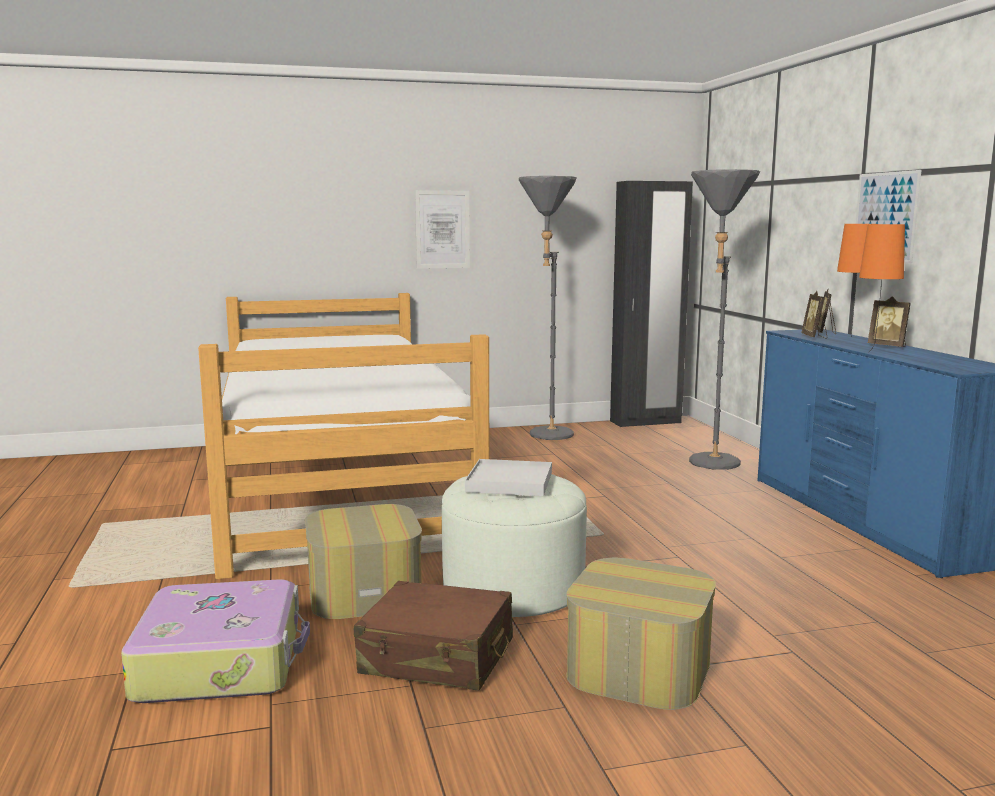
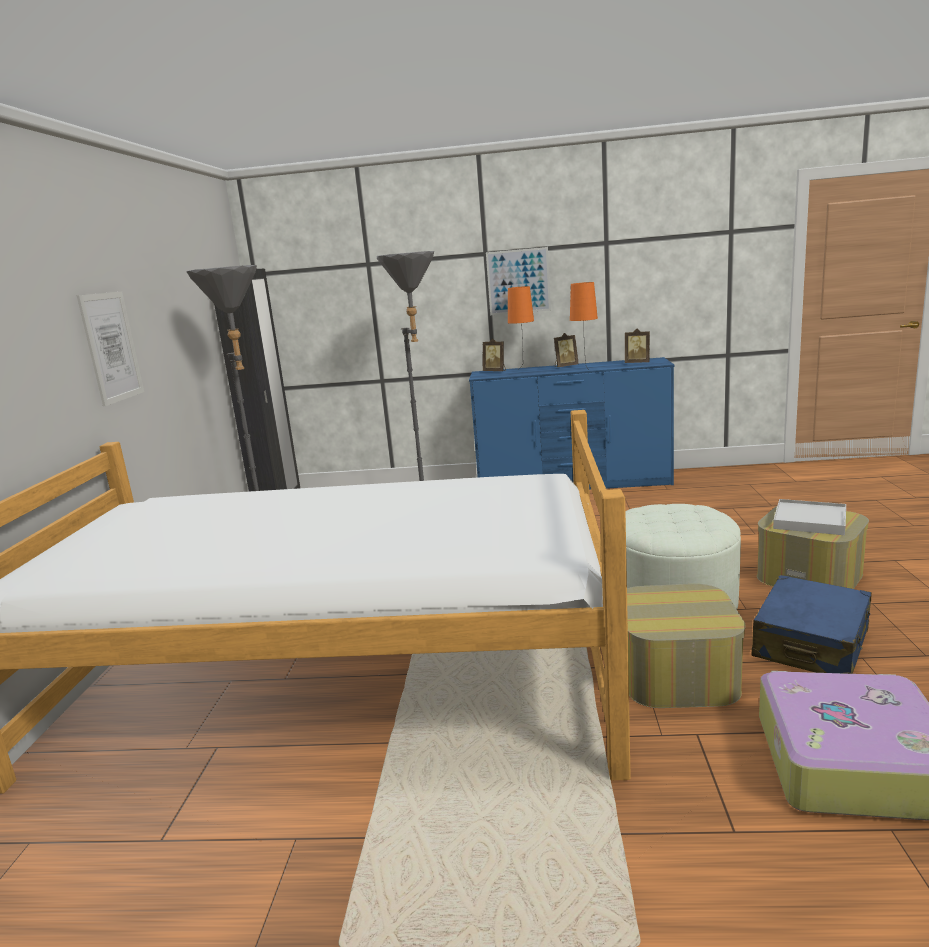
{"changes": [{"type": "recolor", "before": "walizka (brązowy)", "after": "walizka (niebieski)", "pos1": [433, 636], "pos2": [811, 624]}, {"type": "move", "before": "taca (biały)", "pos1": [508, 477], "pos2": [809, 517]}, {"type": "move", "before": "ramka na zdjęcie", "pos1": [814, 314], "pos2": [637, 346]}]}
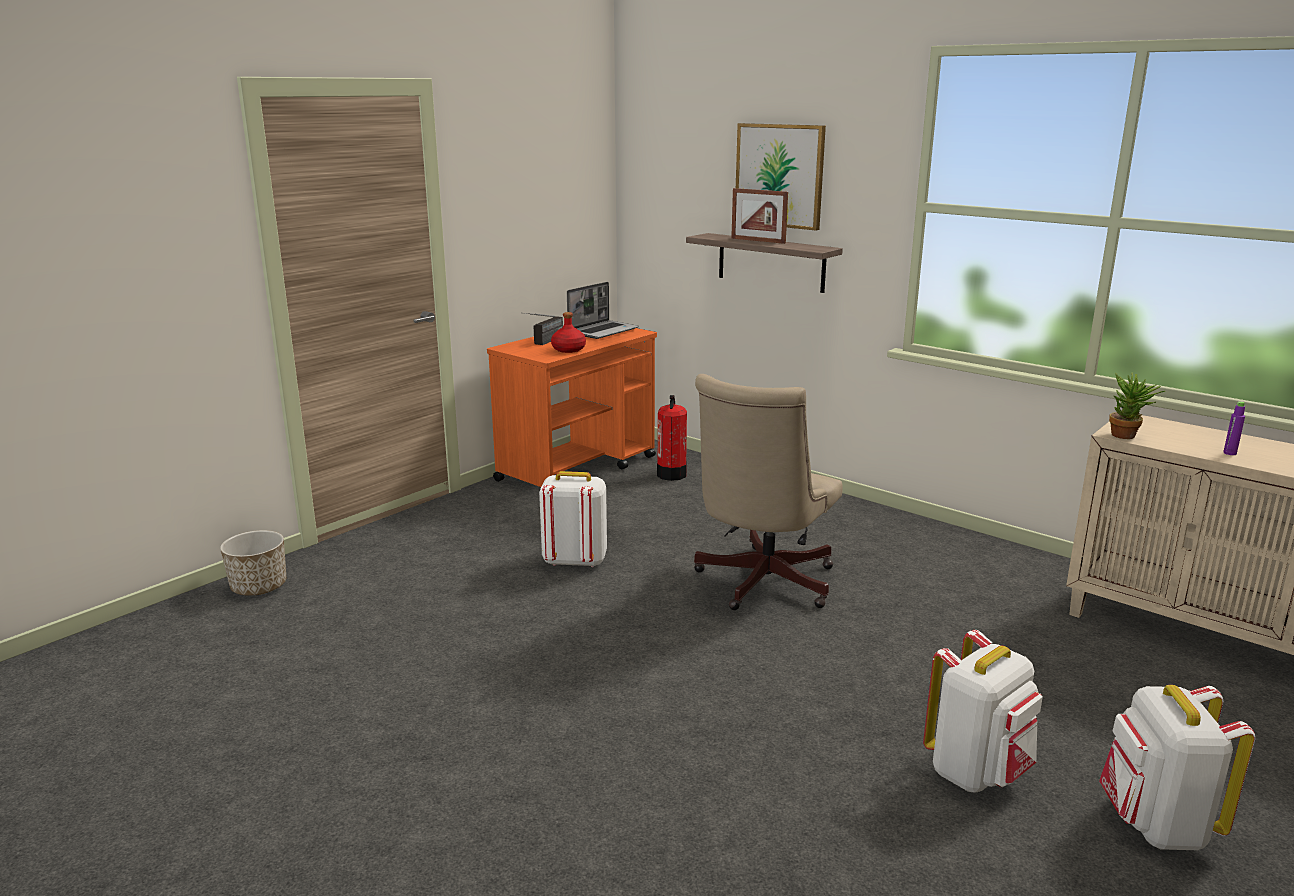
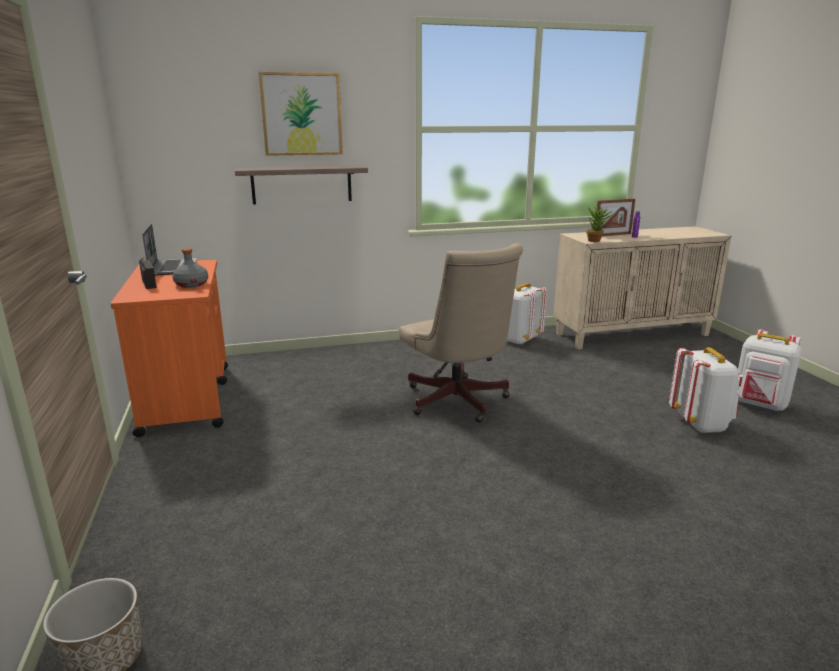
{"changes": [{"type": "move", "before": "plecak (biały)", "pos1": [573, 519], "pos2": [526, 314]}, {"type": "recolor", "before": "butelka (czerwony)", "after": "butelka (szary)", "pos1": [568, 332], "pos2": [190, 268]}, {"type": "delete", "before": "gaśnica", "pos1": [672, 438]}, {"type": "move", "before": "ramka na zdjęcie", "pos1": [759, 216], "pos2": [616, 217]}]}
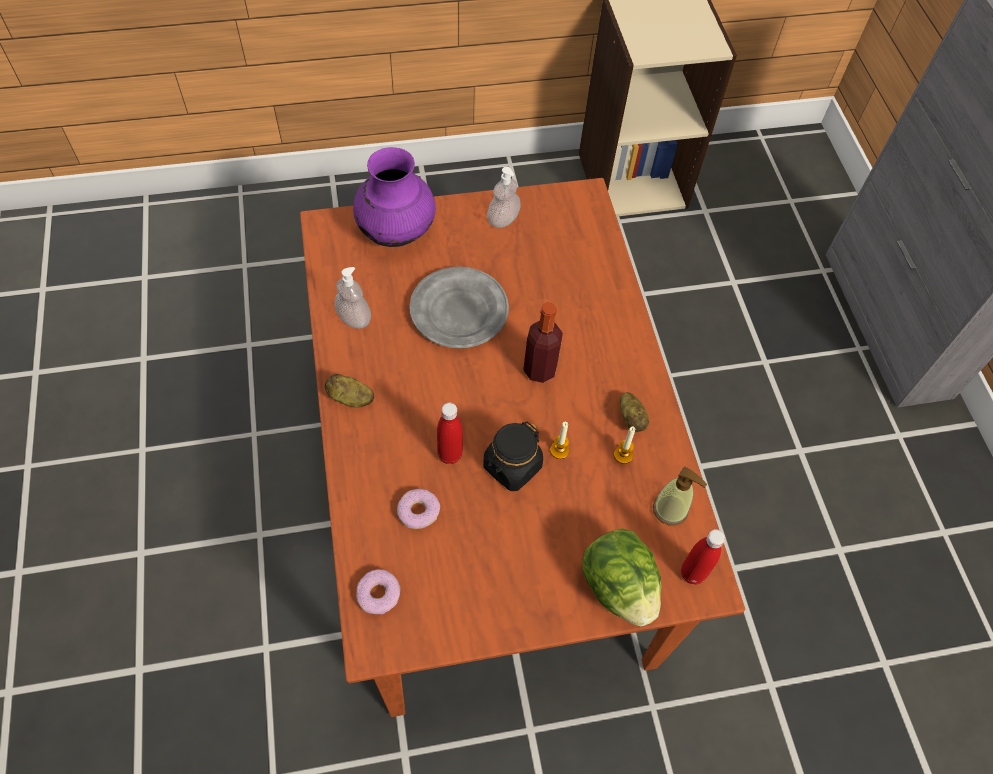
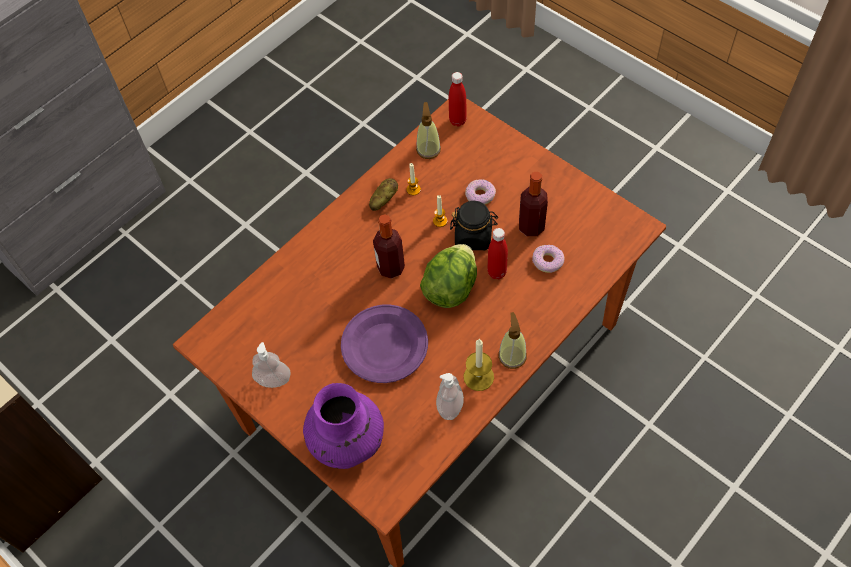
{"changes": [{"type": "replace", "before": "ziemniak", "after": "dozownik mydła", "pos1": [349, 390], "pos2": [512, 340]}, {"type": "move", "before": "donut", "pos1": [378, 591], "pos2": [480, 191]}, {"type": "recolor", "before": "talerz (szary)", "after": "talerz (fioletowy)", "pos1": [459, 307], "pos2": [384, 344]}, {"type": "move", "before": "sałata", "pos1": [621, 577], "pos2": [448, 276]}, {"type": "insert", "after": "świeca", "pos2": [479, 365]}, {"type": "insert", "after": "butelka", "pos2": [533, 204]}]}
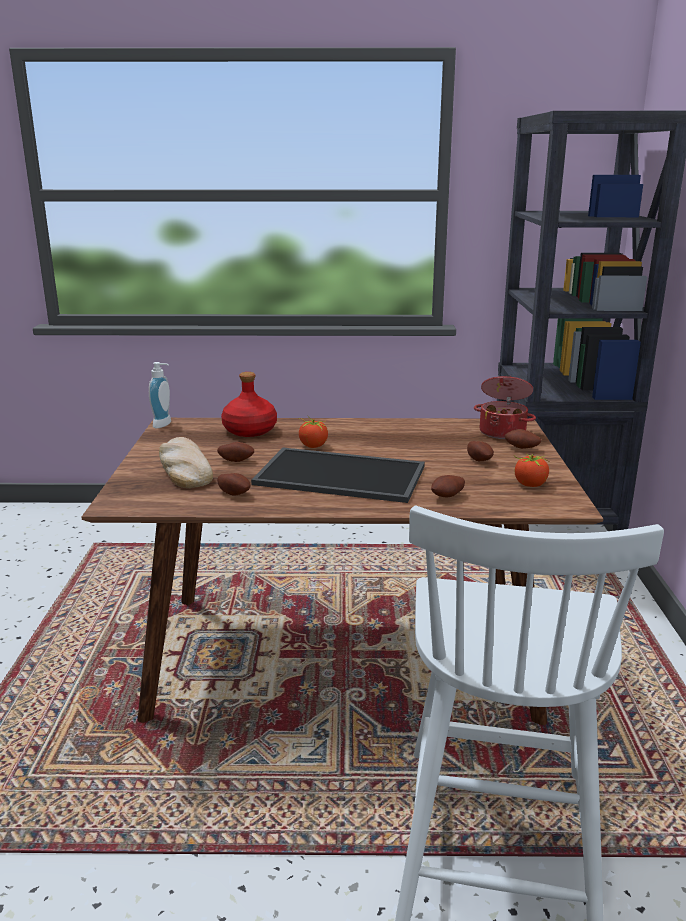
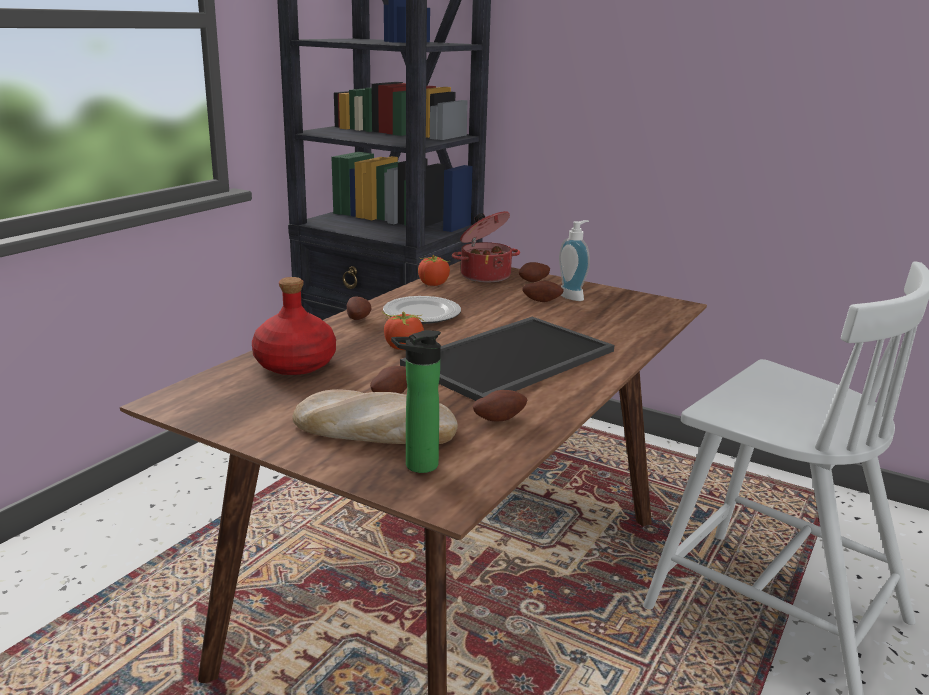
{"changes": [{"type": "move", "before": "dozownik mydła", "pos1": [160, 395], "pos2": [574, 260]}, {"type": "move", "before": "ziemniak", "pos1": [448, 486], "pos2": [359, 308]}, {"type": "move", "before": "pomidor", "pos1": [532, 470], "pos2": [434, 270]}, {"type": "insert", "after": "talerz", "pos2": [422, 310]}, {"type": "insert", "after": "butelka", "pos2": [416, 401]}]}
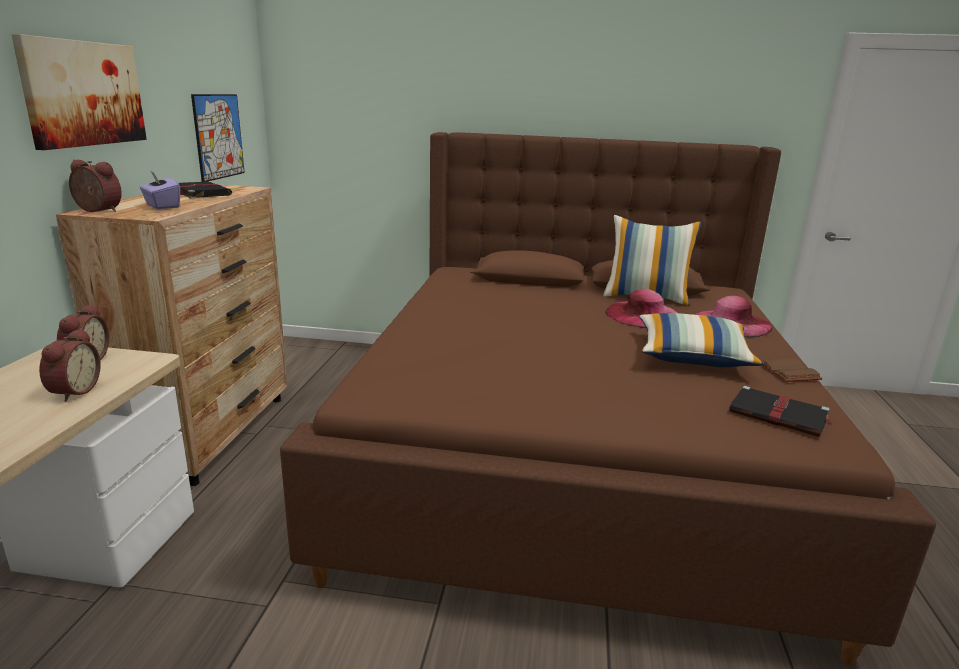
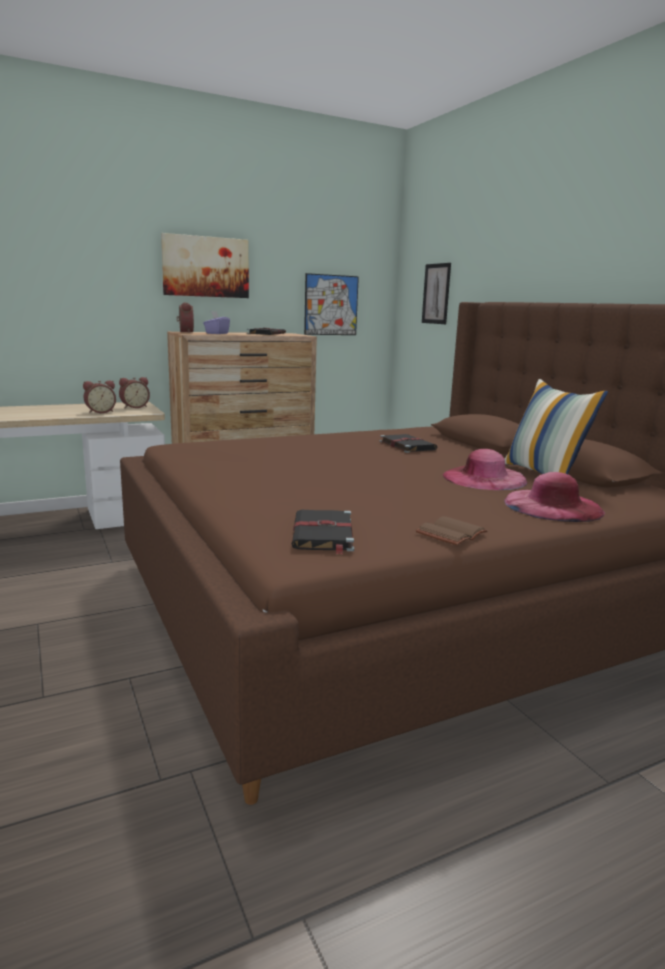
{"changes": [{"type": "delete", "before": "poduszka", "pos1": [701, 340]}, {"type": "insert", "after": "książka (czarny)", "pos2": [408, 443]}, {"type": "insert", "after": "obraz", "pos2": [436, 293]}]}
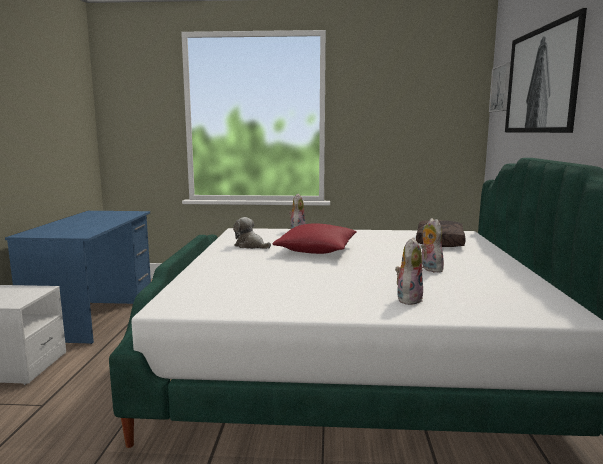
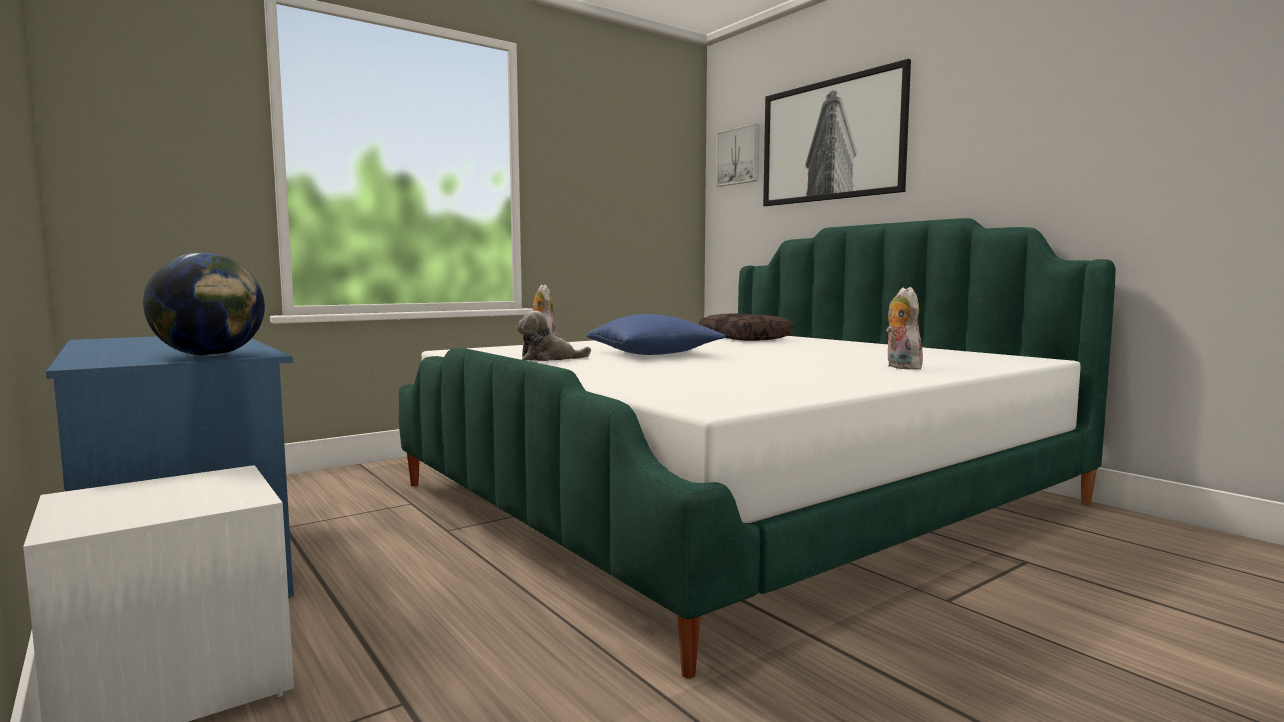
{"changes": [{"type": "recolor", "before": "poduszka (czerwony)", "after": "poduszka (niebieski)", "pos1": [315, 238], "pos2": [656, 334]}, {"type": "delete", "before": "pluszak", "pos1": [432, 245]}, {"type": "insert", "after": "globus", "pos2": [204, 304]}]}
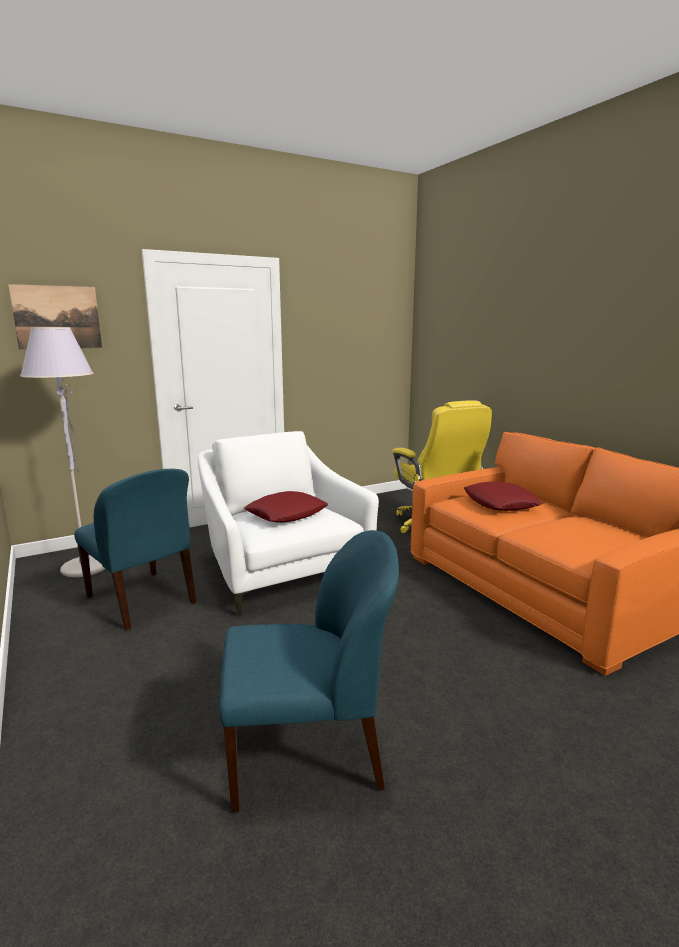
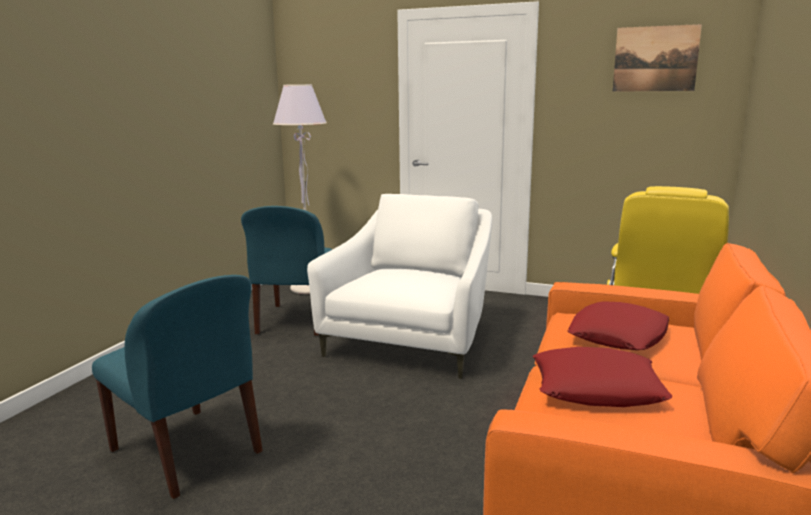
{"changes": [{"type": "move", "before": "obraz", "pos1": [55, 317], "pos2": [657, 58]}, {"type": "move", "before": "poduszka (czerwony)", "pos1": [286, 507], "pos2": [602, 377]}]}
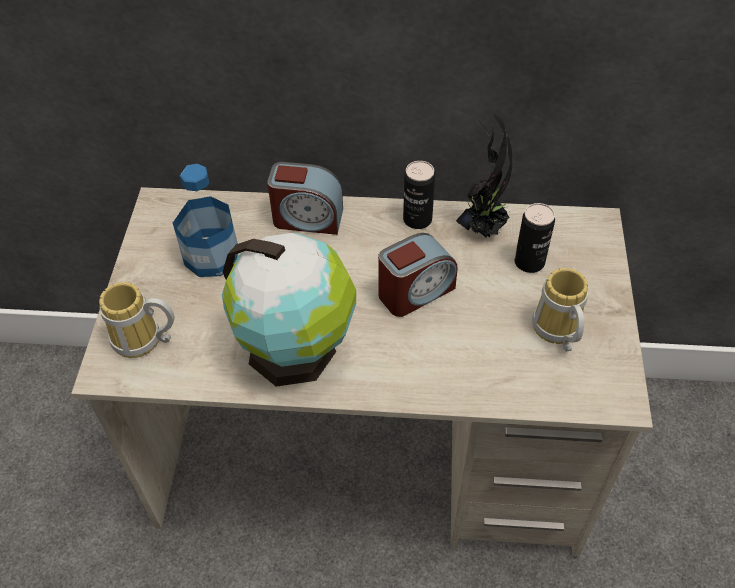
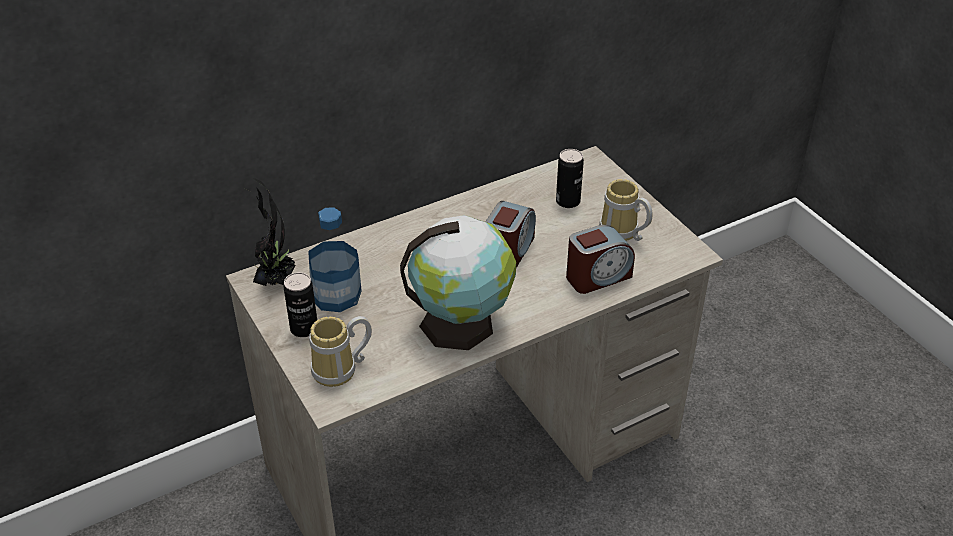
{"changes": [{"type": "move", "before": "budzik", "pos1": [305, 198], "pos2": [600, 259]}, {"type": "move", "before": "puszka", "pos1": [419, 195], "pos2": [300, 304]}, {"type": "move", "before": "roślina doniczkowa", "pos1": [484, 175], "pos2": [270, 232]}]}
